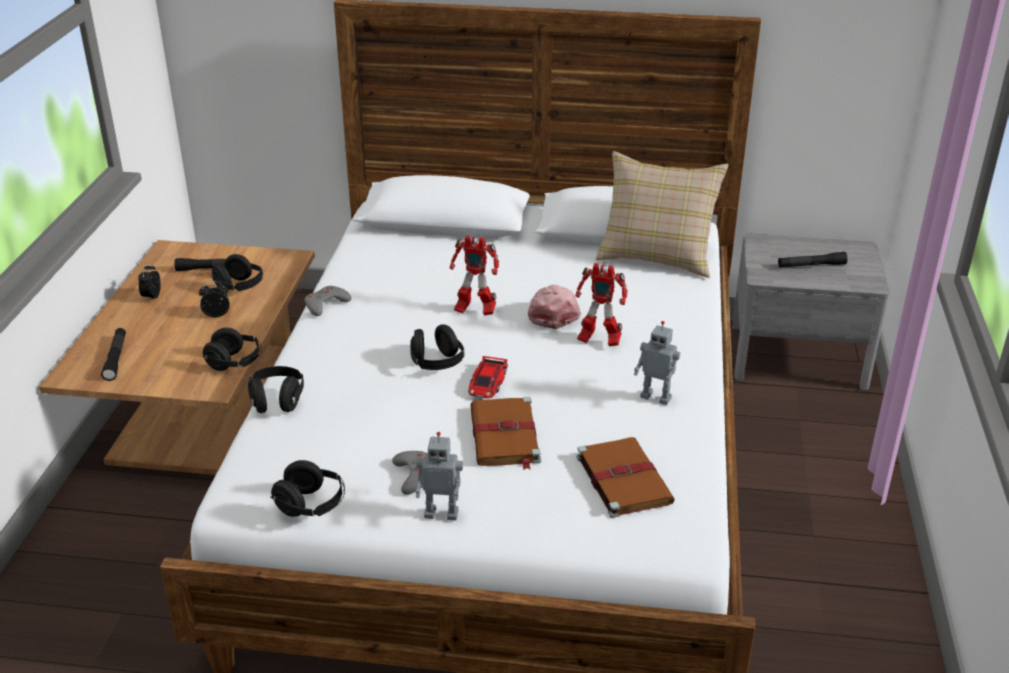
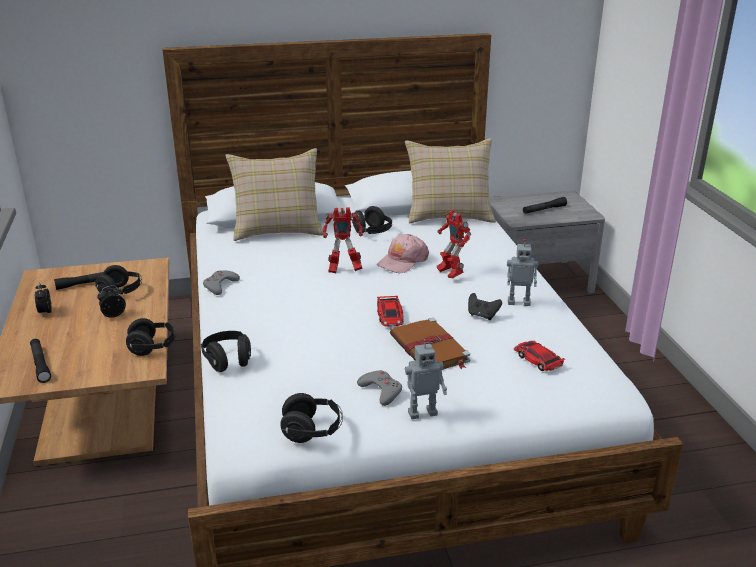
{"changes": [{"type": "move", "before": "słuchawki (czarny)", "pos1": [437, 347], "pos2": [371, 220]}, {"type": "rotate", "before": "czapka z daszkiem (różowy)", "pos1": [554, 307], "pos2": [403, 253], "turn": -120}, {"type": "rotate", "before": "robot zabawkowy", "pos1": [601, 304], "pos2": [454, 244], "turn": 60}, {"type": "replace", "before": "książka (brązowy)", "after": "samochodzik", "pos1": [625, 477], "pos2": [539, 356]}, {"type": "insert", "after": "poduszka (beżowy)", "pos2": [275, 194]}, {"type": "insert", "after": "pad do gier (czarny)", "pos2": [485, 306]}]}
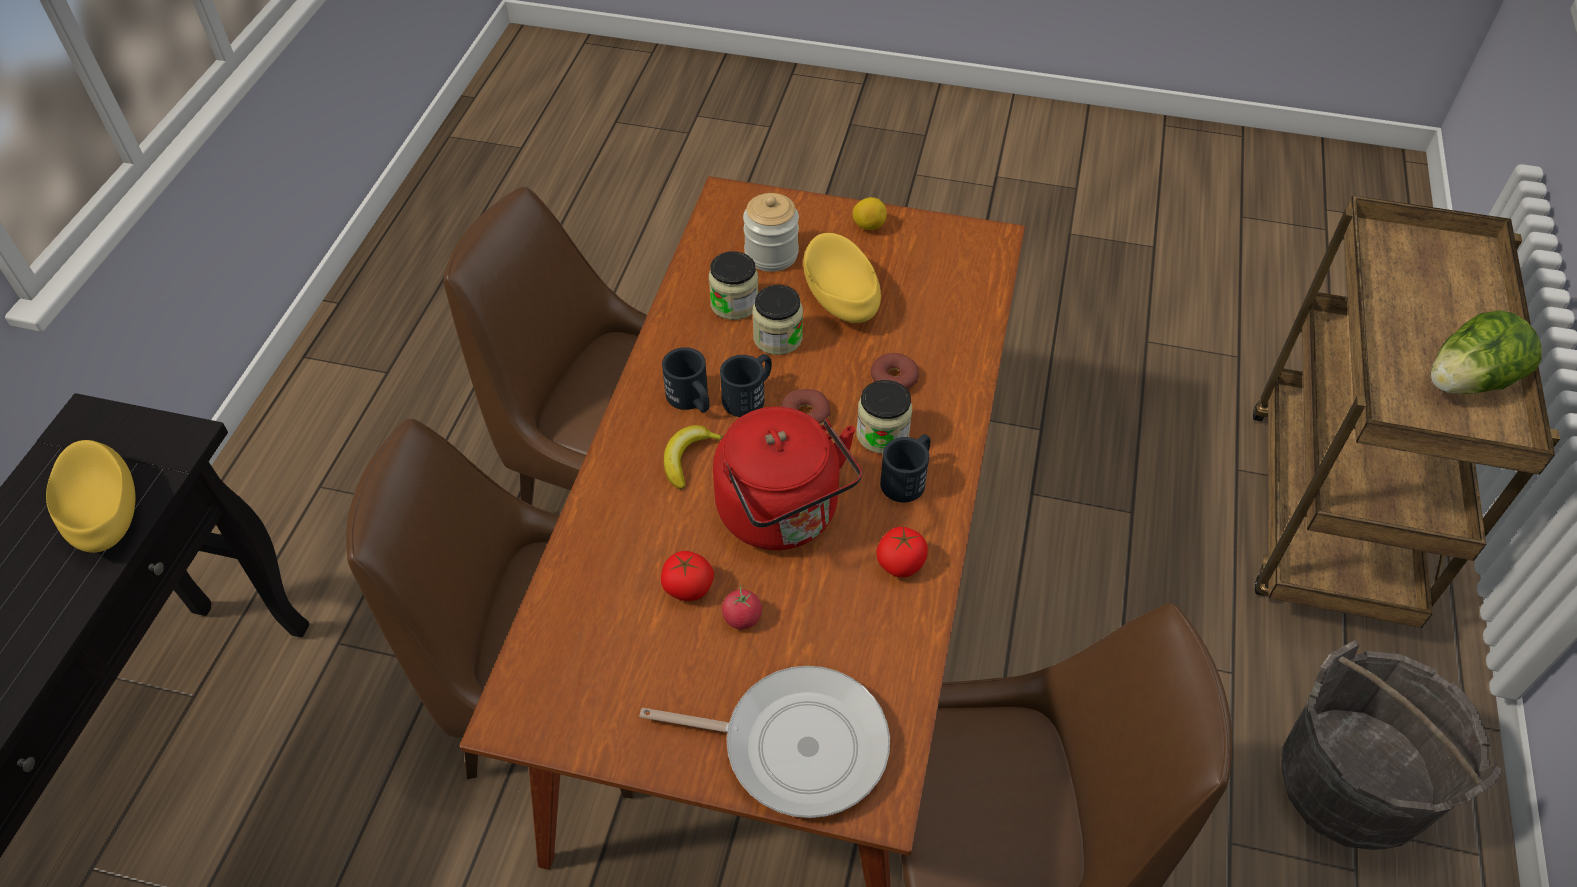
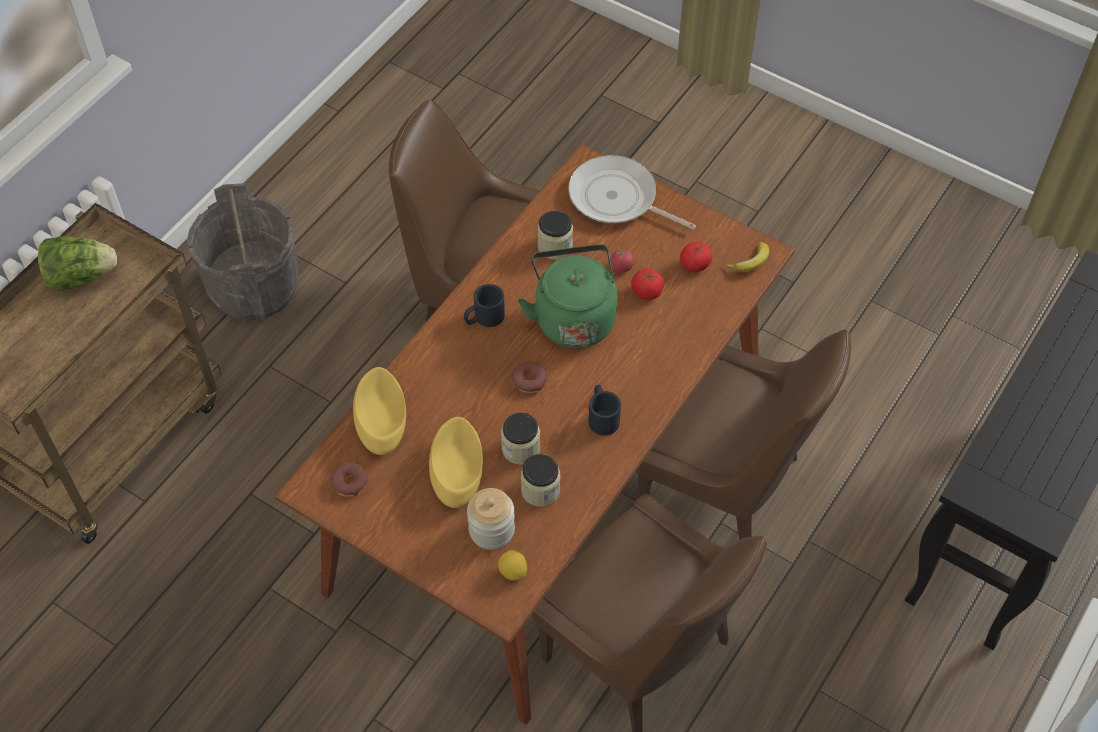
{"changes": [{"type": "move", "before": "miska (żółty)", "pos1": [90, 496], "pos2": [379, 411]}, {"type": "move", "before": "banan", "pos1": [694, 457], "pos2": [746, 257]}, {"type": "recolor", "before": "czajnik (czerwony)", "after": "czajnik (zielony)", "pos1": [787, 478], "pos2": [568, 296]}, {"type": "delete", "before": "kubek (czarny)", "pos1": [746, 385]}, {"type": "move", "before": "cytryna", "pos1": [869, 213], "pos2": [512, 565]}, {"type": "move", "before": "słoik", "pos1": [884, 417], "pos2": [555, 235]}, {"type": "move", "before": "donut", "pos1": [895, 372], "pos2": [349, 479]}, {"type": "move", "before": "pomidor", "pos1": [902, 552], "pos2": [696, 257]}]}
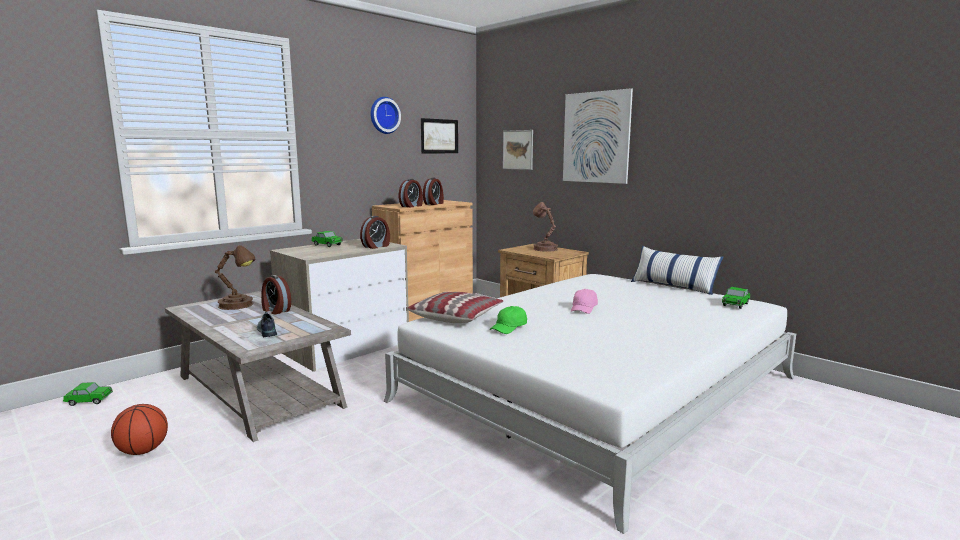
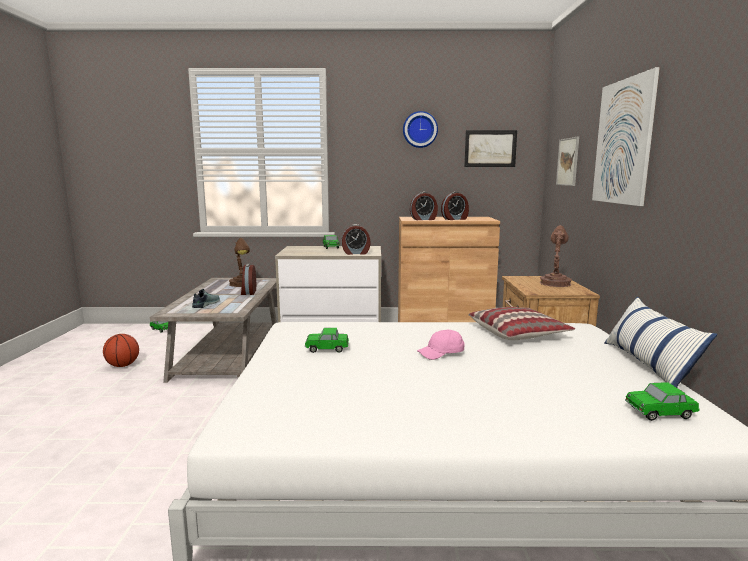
{"changes": [{"type": "move", "before": "poduszka", "pos1": [455, 307], "pos2": [521, 323]}, {"type": "replace", "before": "czapka z daszkiem (zielony)", "after": "samochodzik", "pos1": [508, 320], "pos2": [327, 340]}]}
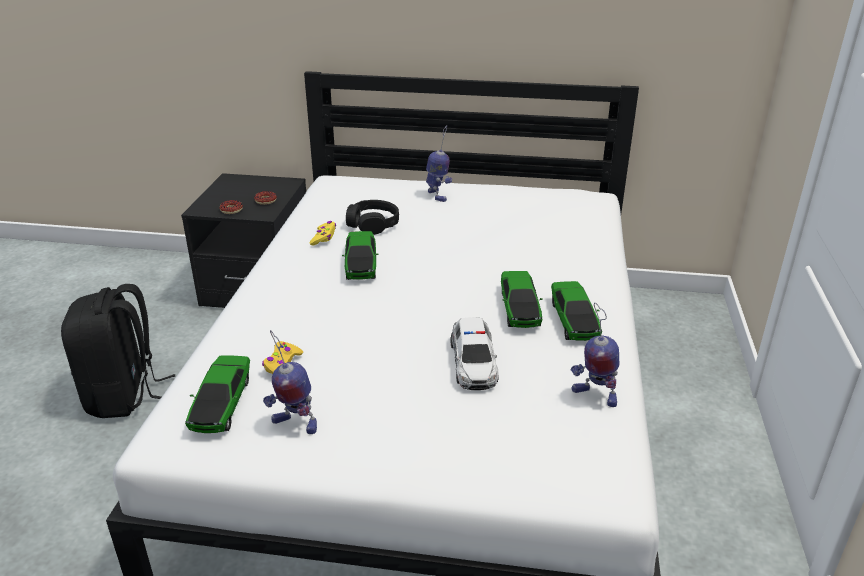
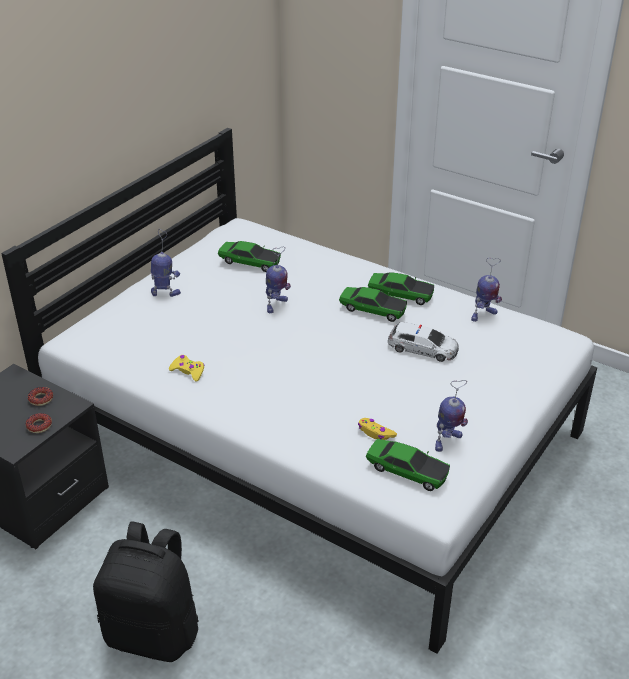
{"changes": [{"type": "move", "before": "samochodzik", "pos1": [360, 255], "pos2": [249, 256]}, {"type": "delete", "before": "słuchawki (czarny)", "pos1": [372, 217]}, {"type": "insert", "after": "robot zabawkowy", "pos2": [278, 280]}]}
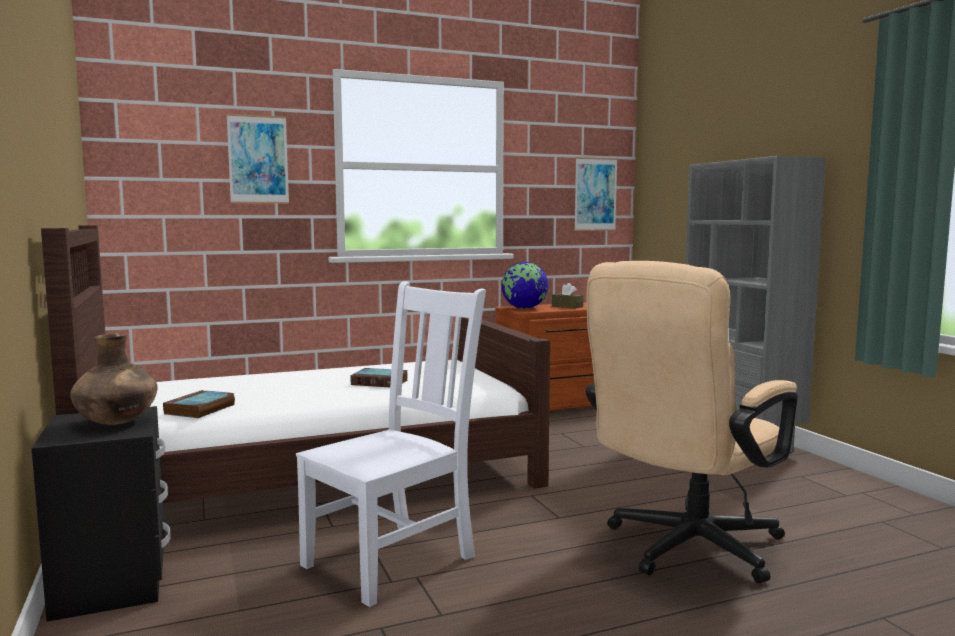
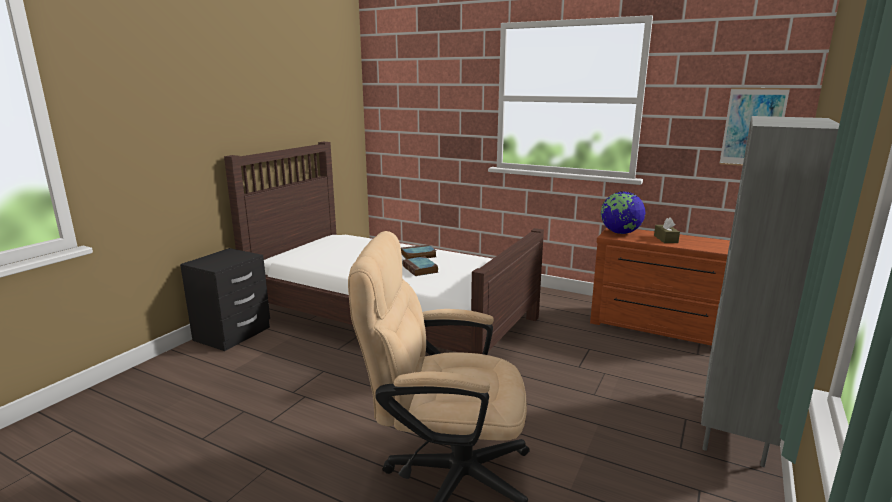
{"changes": [{"type": "delete", "before": "wazon (brązowy)", "pos1": [114, 379]}, {"type": "move", "before": "książka", "pos1": [199, 404], "pos2": [418, 252]}, {"type": "delete", "before": "obraz", "pos1": [258, 159]}, {"type": "delete", "before": "krzesło (biały)", "pos1": [391, 444]}]}
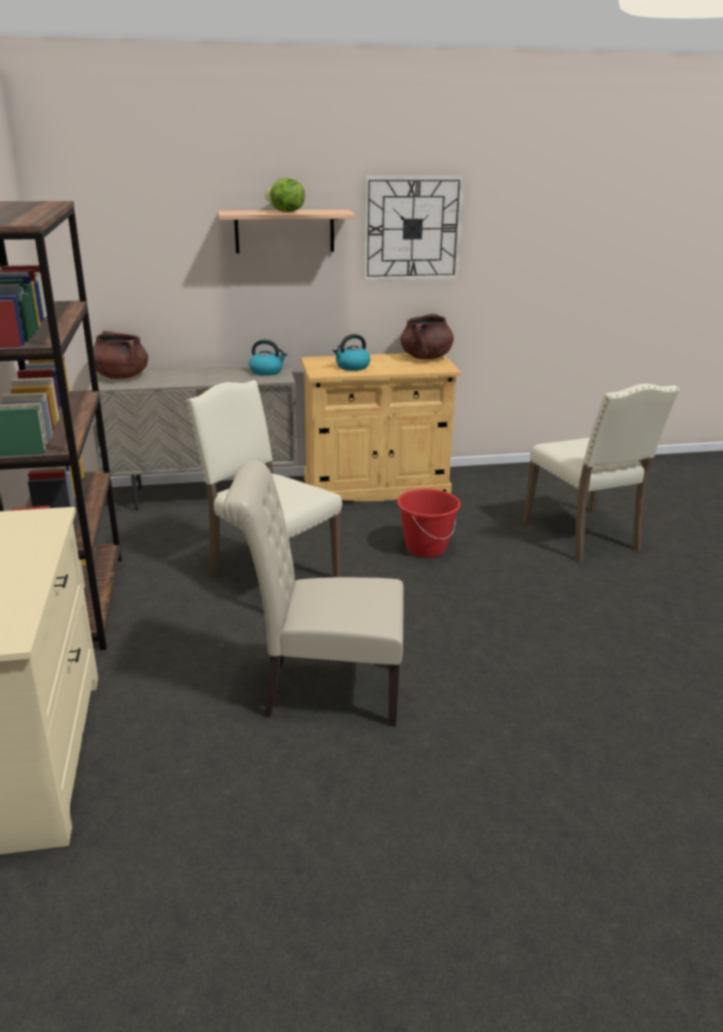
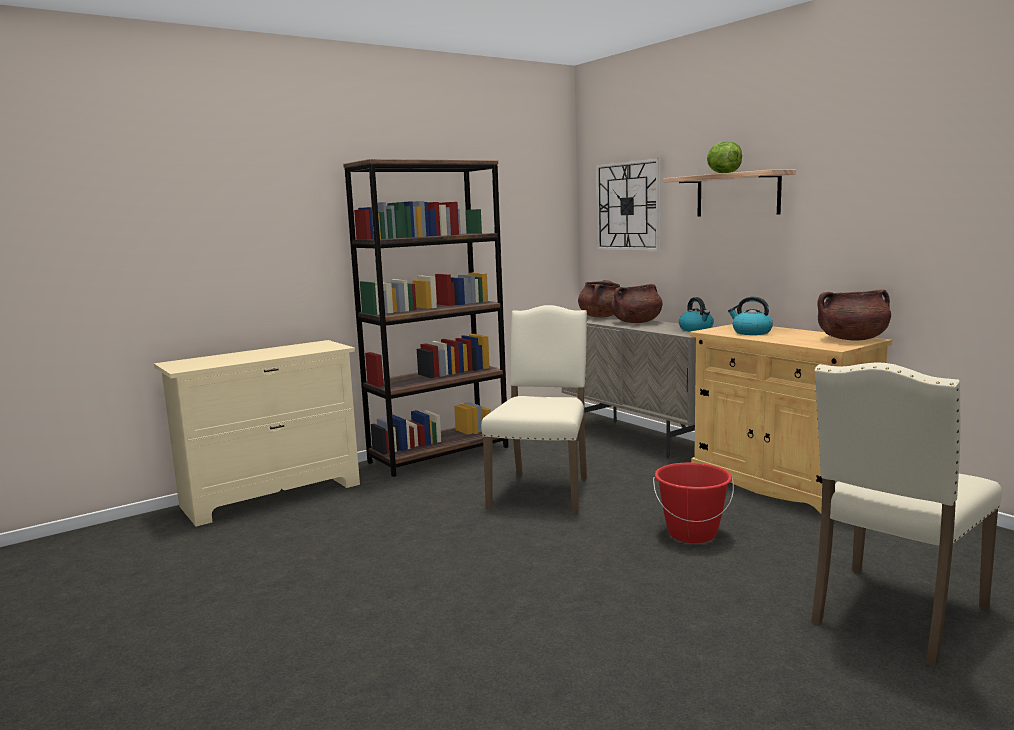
{"changes": [{"type": "delete", "before": "krzesło (beżowy)", "pos1": [313, 593]}, {"type": "move", "before": "zegar ścienny", "pos1": [413, 228], "pos2": [628, 204]}, {"type": "insert", "after": "garnek (brązowy)", "pos2": [637, 303]}]}
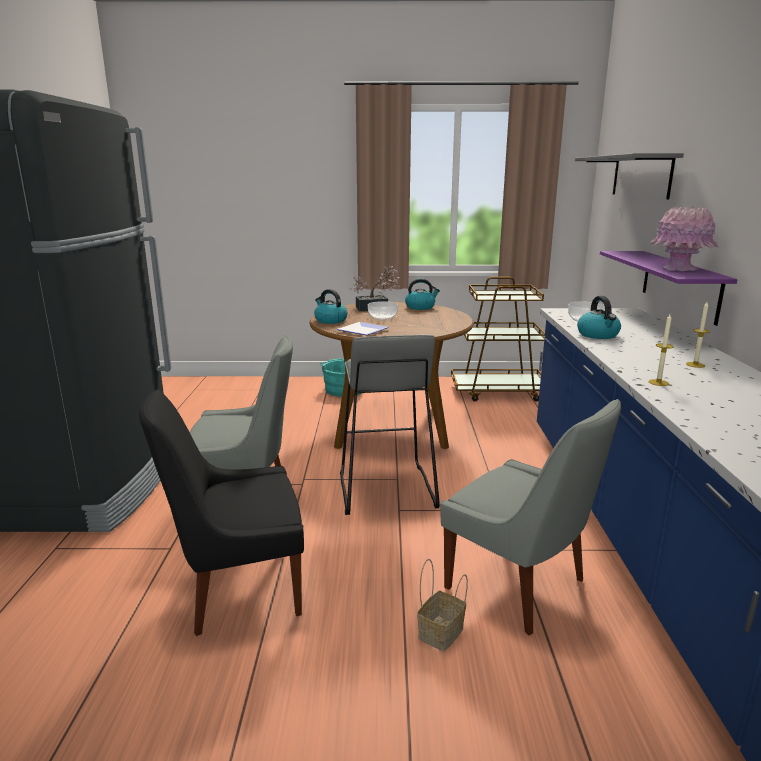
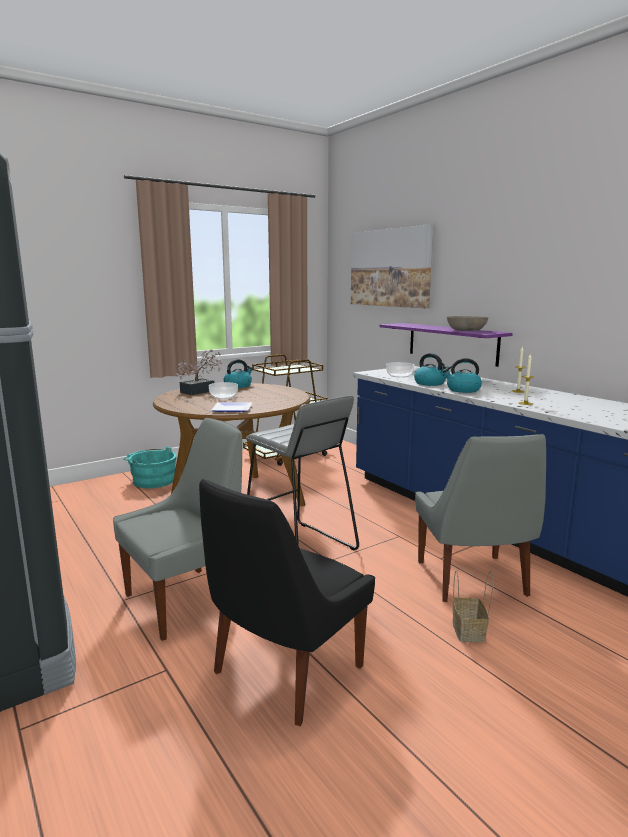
{"changes": [{"type": "move", "before": "czajnik", "pos1": [331, 306], "pos2": [462, 375]}, {"type": "rotate", "before": "krzesło (szary)", "pos1": [530, 517], "pos2": [480, 518], "turn": 75}, {"type": "replace", "before": "półka (szary)", "after": "obraz", "pos1": [629, 176], "pos2": [392, 266]}, {"type": "replace", "before": "wazon (różowy)", "after": "miska (szary)", "pos1": [684, 238], "pos2": [467, 323]}]}
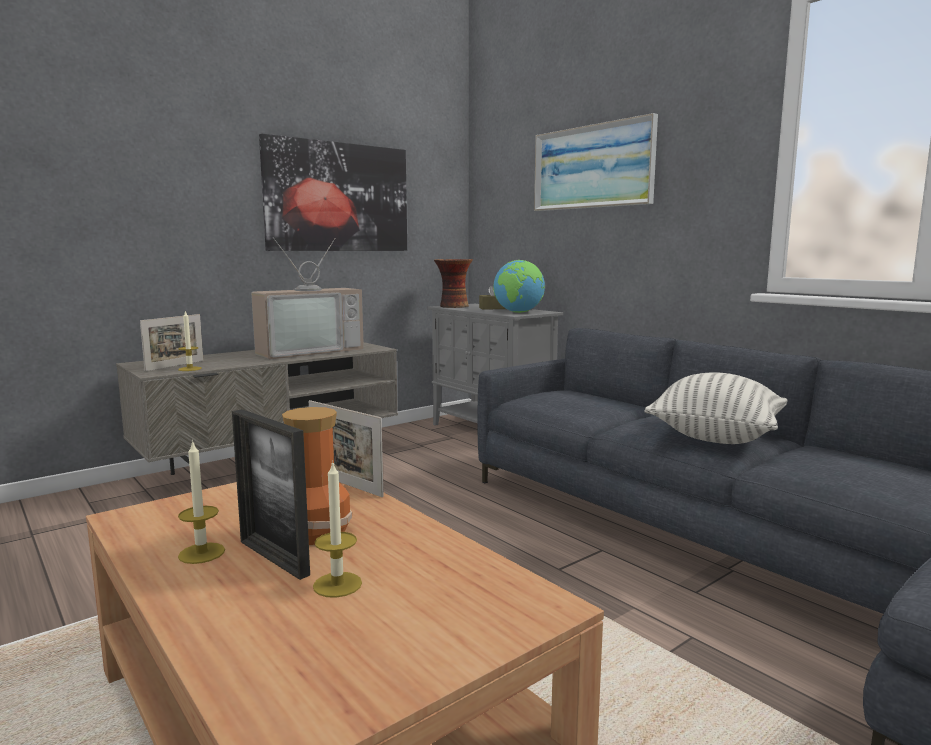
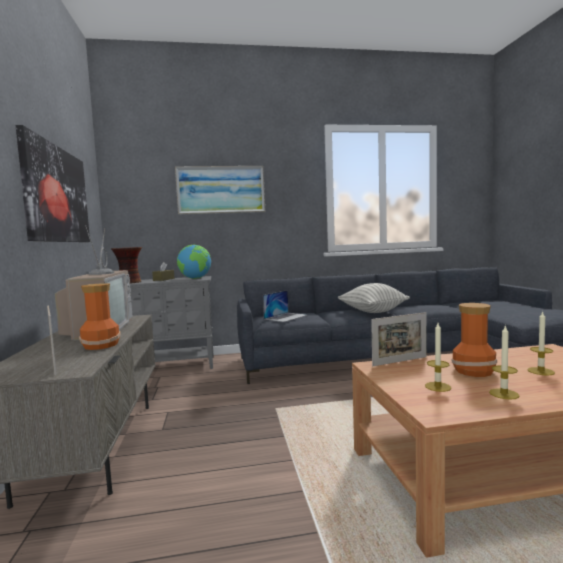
{"changes": [{"type": "move", "before": "świeca", "pos1": [190, 340], "pos2": [438, 357]}, {"type": "delete", "before": "ramka na zdjęcie", "pos1": [271, 494]}, {"type": "insert", "after": "wazon", "pos2": [100, 316]}, {"type": "insert", "after": "laptop", "pos2": [285, 306]}]}
